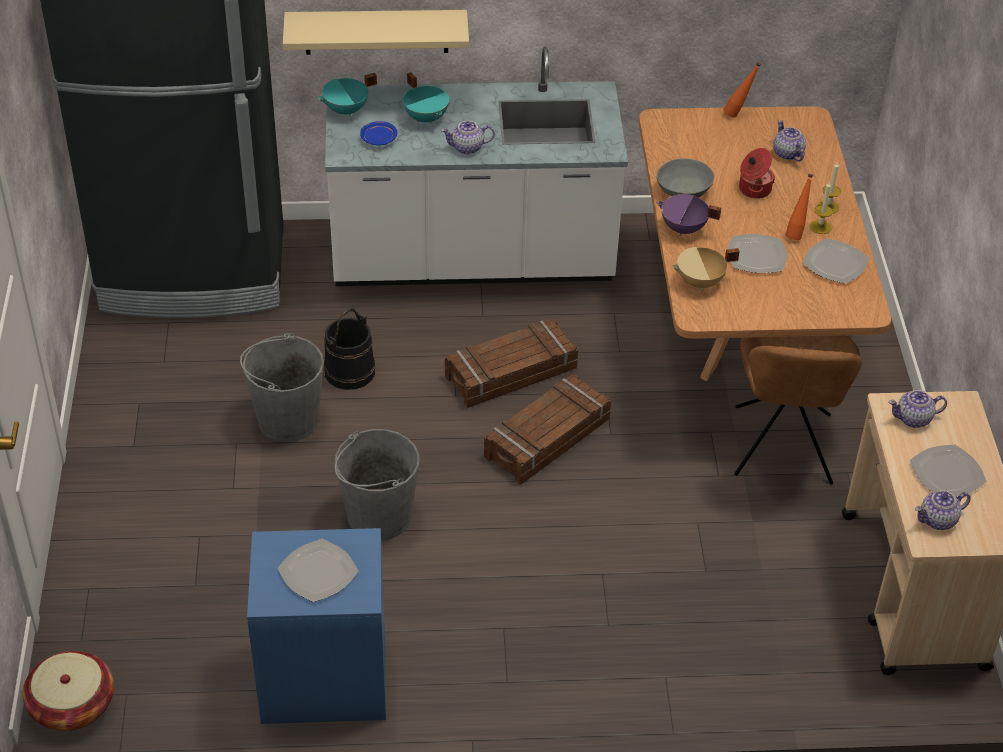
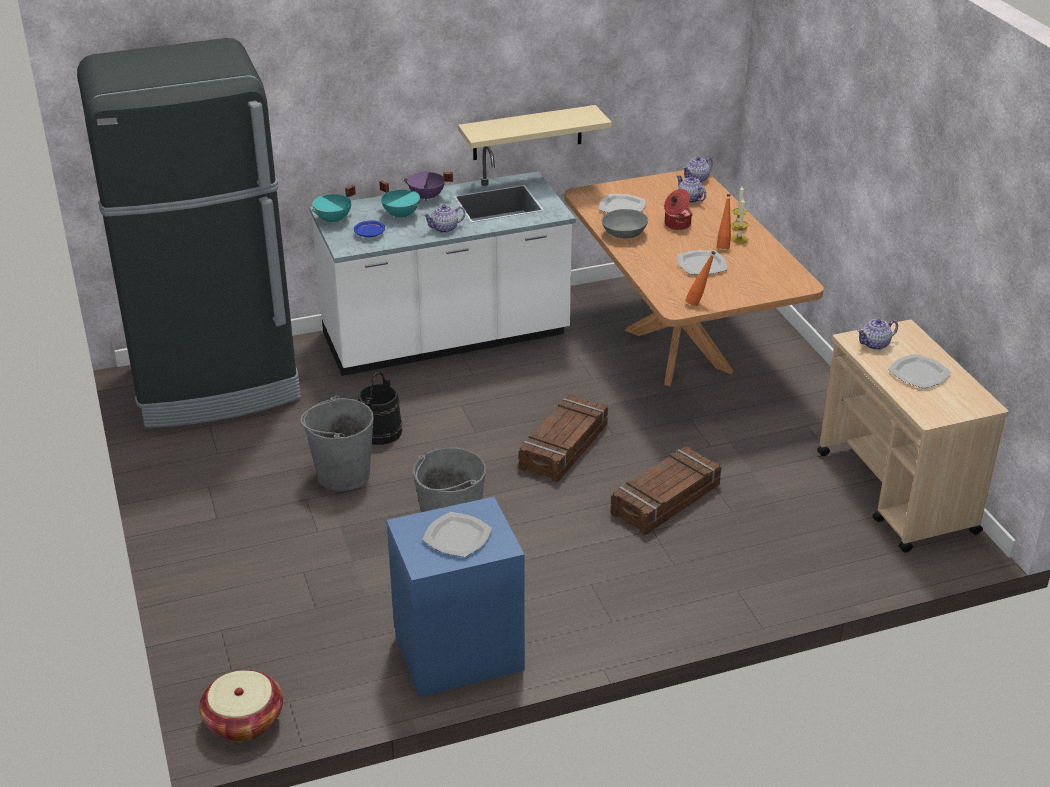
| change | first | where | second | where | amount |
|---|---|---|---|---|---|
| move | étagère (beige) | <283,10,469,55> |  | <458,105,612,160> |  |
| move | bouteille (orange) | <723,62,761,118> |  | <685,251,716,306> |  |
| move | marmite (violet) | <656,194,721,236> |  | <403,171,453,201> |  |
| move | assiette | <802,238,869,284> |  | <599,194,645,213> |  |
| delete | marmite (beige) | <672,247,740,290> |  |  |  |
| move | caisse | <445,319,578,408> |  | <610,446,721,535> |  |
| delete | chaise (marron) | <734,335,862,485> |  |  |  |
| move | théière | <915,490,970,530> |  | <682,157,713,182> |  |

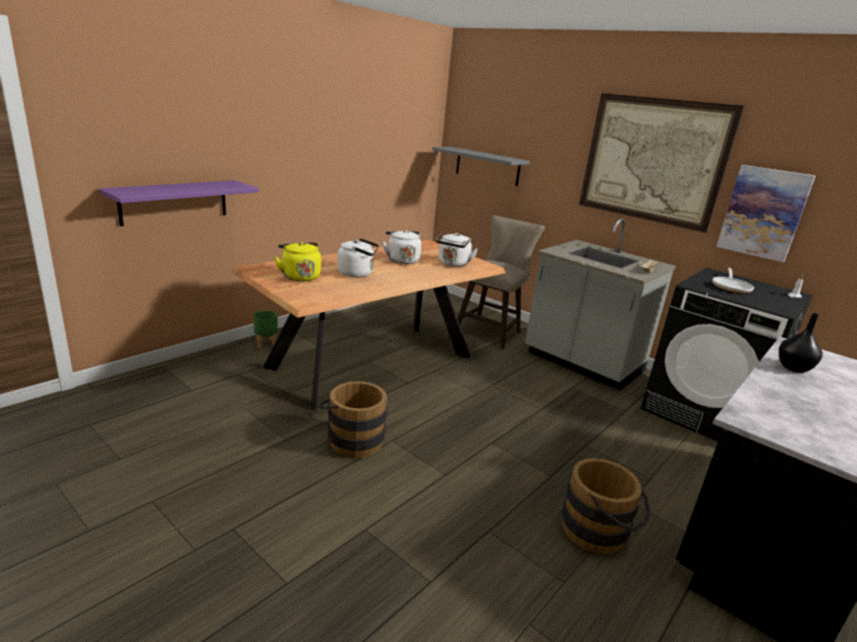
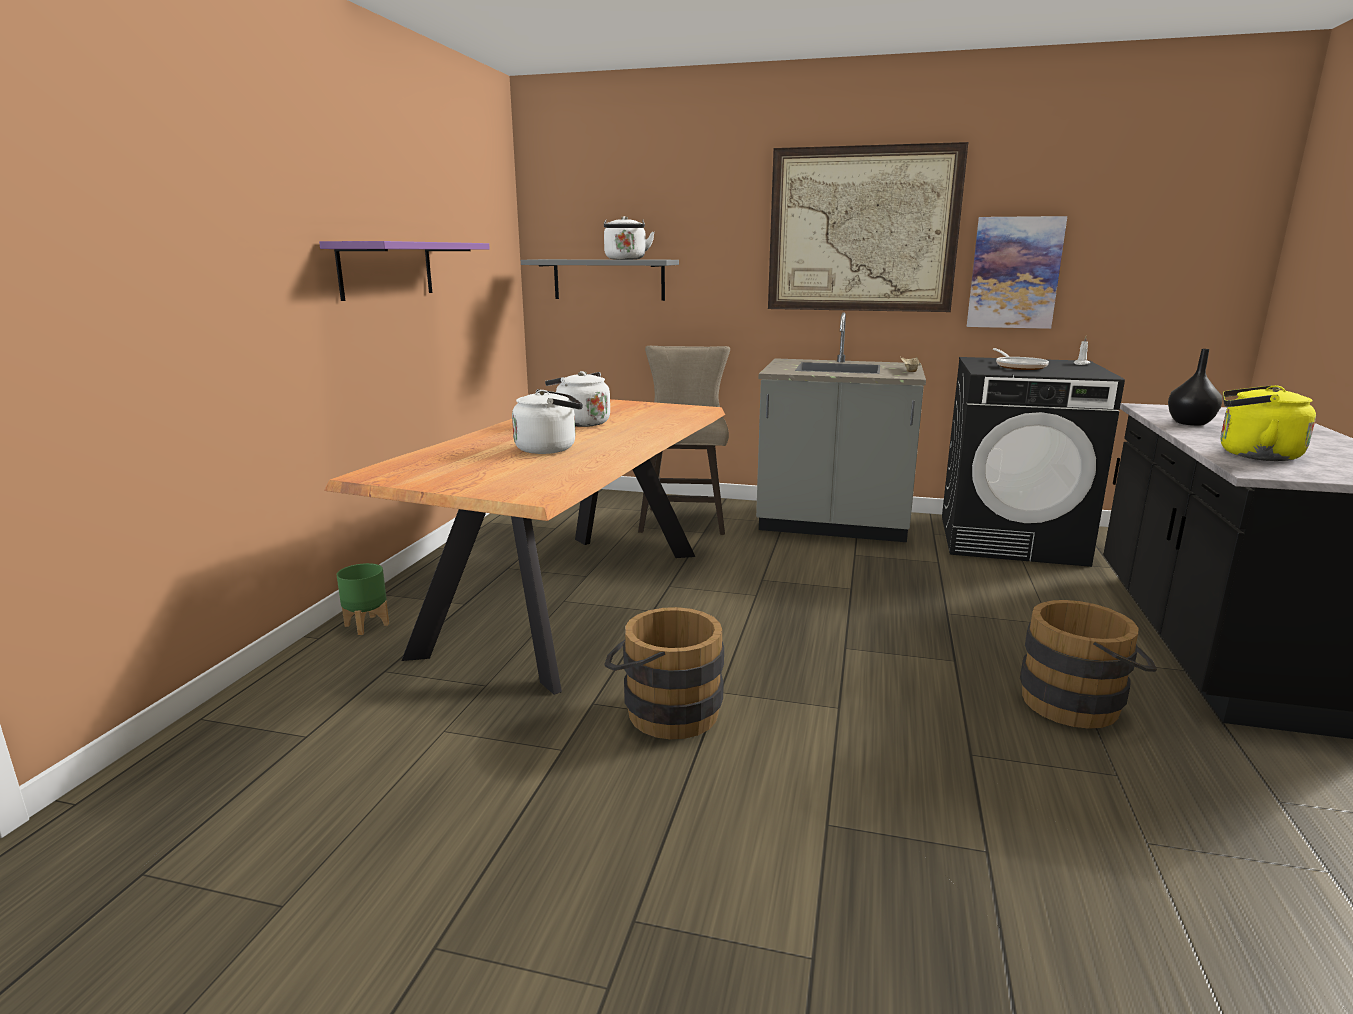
| change | first | where | second | where | amount |
|---|---|---|---|---|---|
| move | étagère (violet) | <99,180,259,226> |  | <319,241,490,301> |  |
| move | bouilloire (blanc) | <436,233,478,267> |  | <604,216,655,259> |  |
| move | bouilloire (jaune) | <275,242,321,282> |  | <1221,385,1316,461> |  |

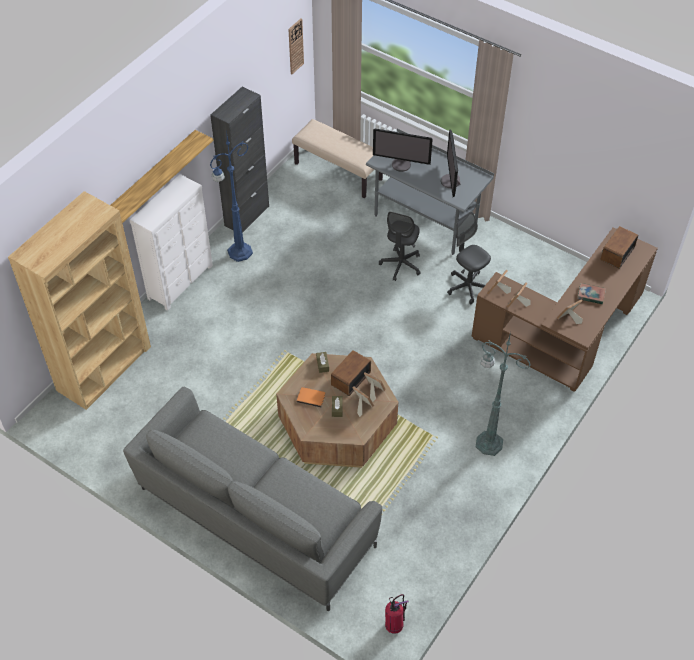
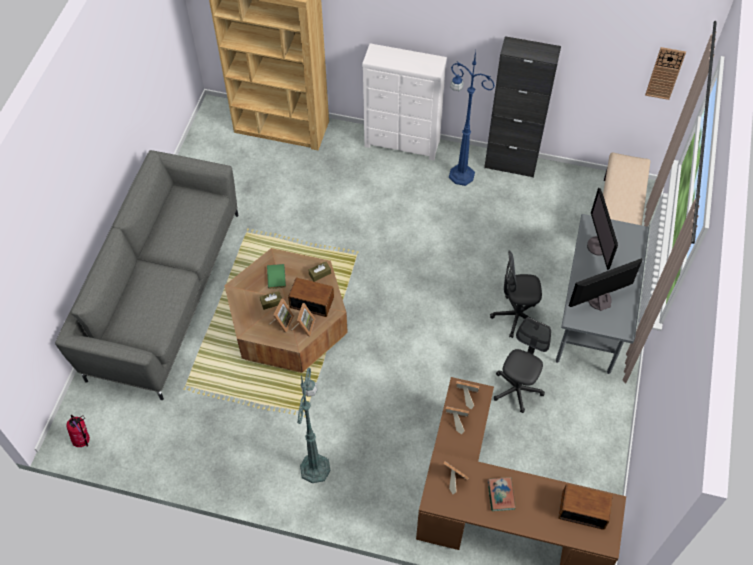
| change | first | where | second | where | amount |
|---|---|---|---|---|---|
| delete | étagère | <111,130,213,223> |  |  |  |
| recolor | livre (orange) | <296,387,325,407> | livre (vert) | <267,264,286,289> |  |

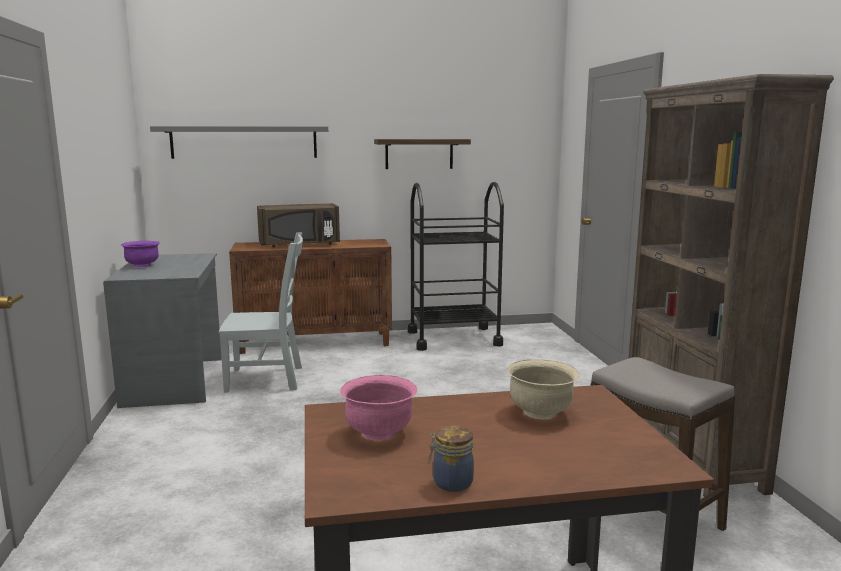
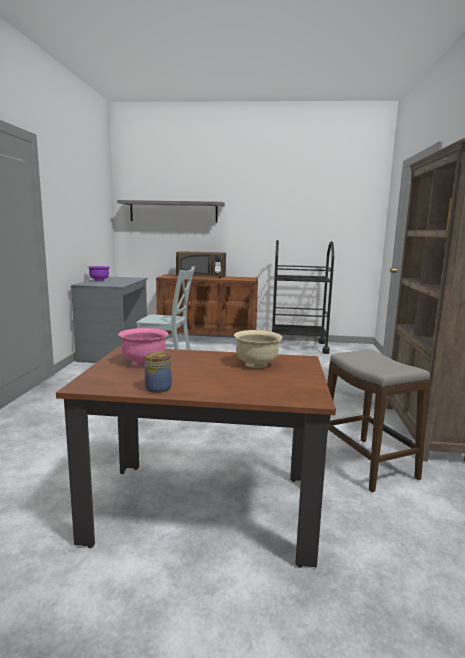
| change | first | where | second | where | amount |
|---|---|---|---|---|---|
| delete | étagère | <374,139,471,169> |  |  |  |

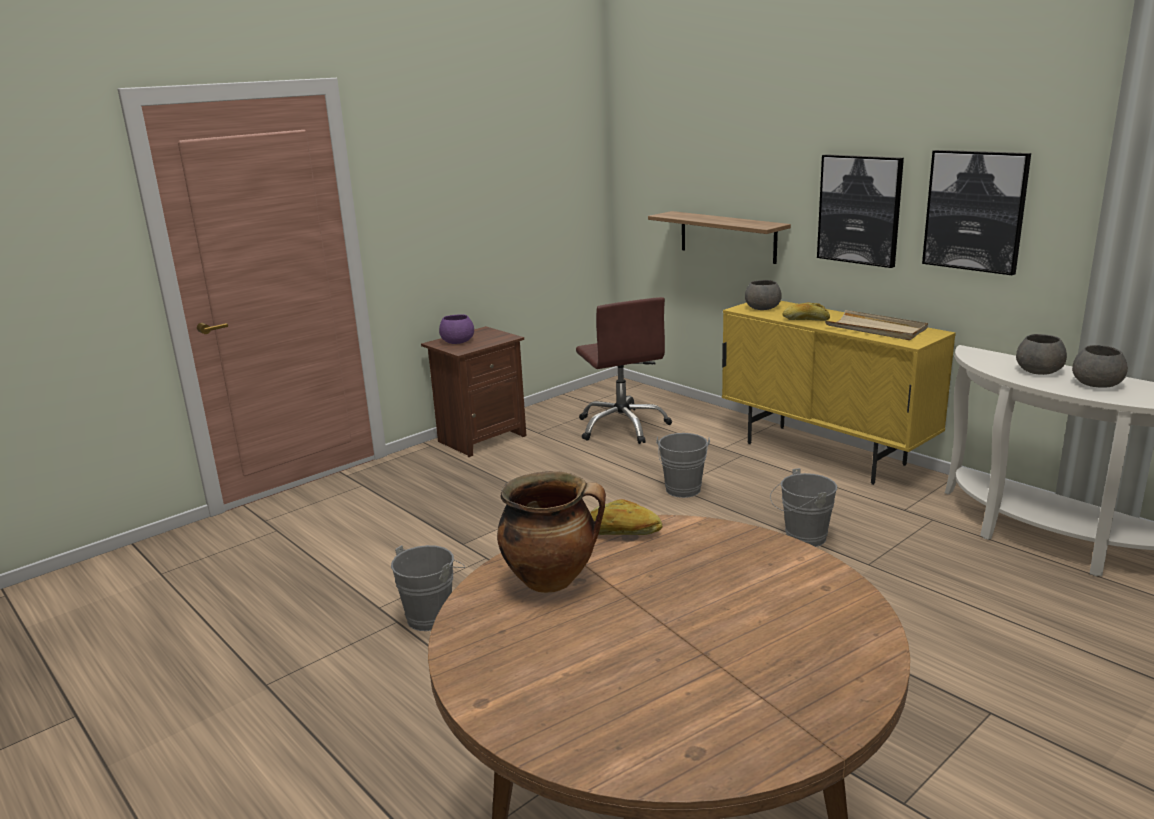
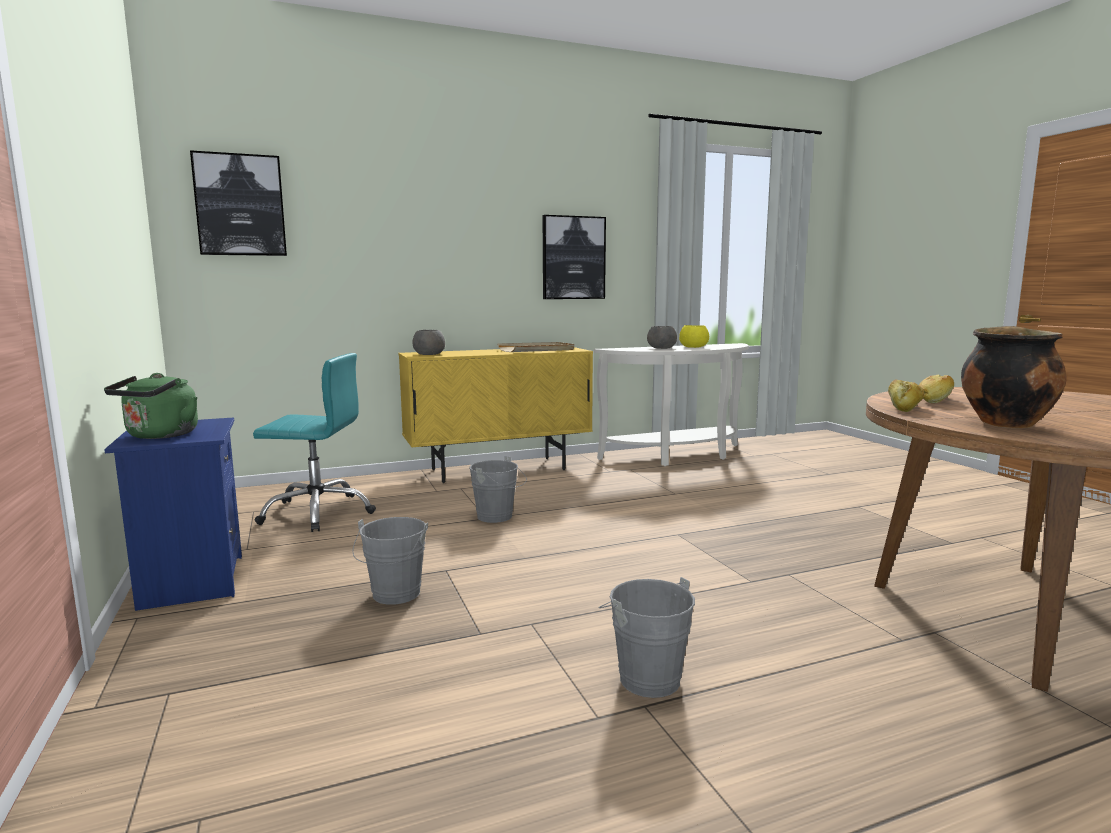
| change | first | where | second | where | amount |
|---|---|---|---|---|---|
| move | tableau | <817,154,904,268> |  | <190,150,287,256> |  |
| delete | étagère | <648,211,791,264> |  |  |  |
| recolor | chaise de bureau (marron) | <576,297,672,444> | chaise de bureau (turquoise) | <253,353,376,532> |  |
| move | pain | <783,303,830,321> |  | <919,375,954,403> |  |
| replace | bol (violet) | <439,314,474,344> | bouilloire (vert) | <104,373,198,439> |  |
| recolor | table de chevet (marron) | <421,326,526,457> | table de chevet (bleu) | <104,417,242,611> |  |
| recolor | bol (gris) | <1072,345,1128,387> | bol (jaune) | <679,325,709,348> |  |
| move | seau (gris) | <770,468,837,547> |  | <352,517,428,605> |  |

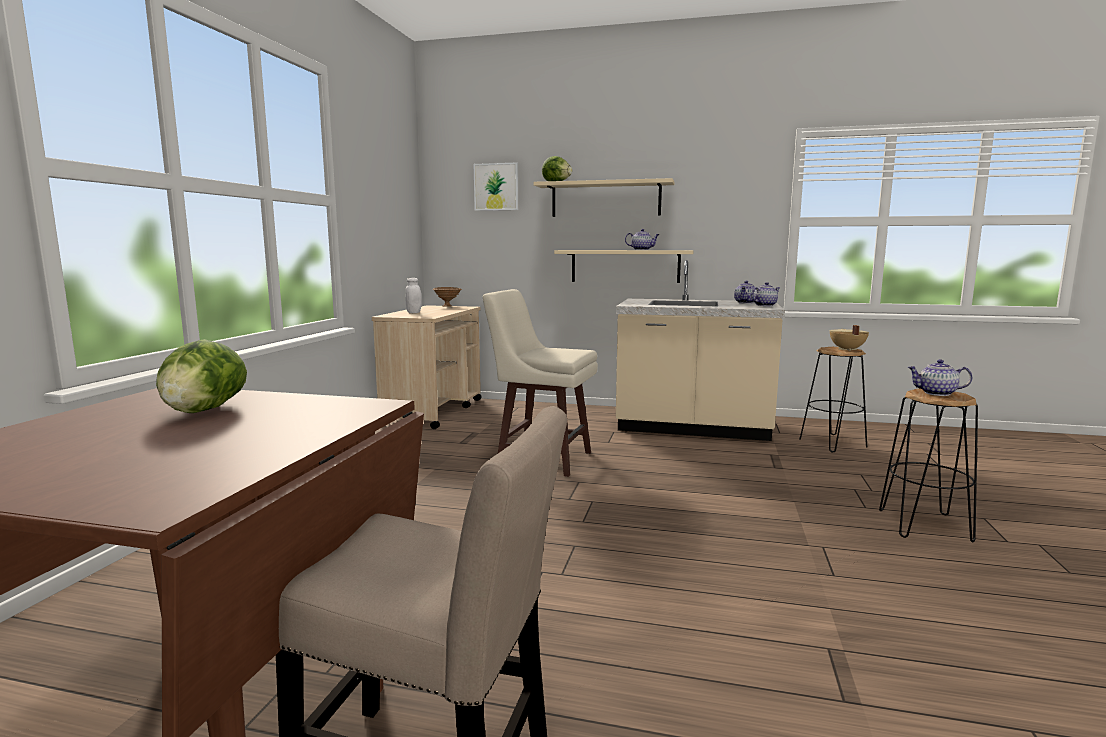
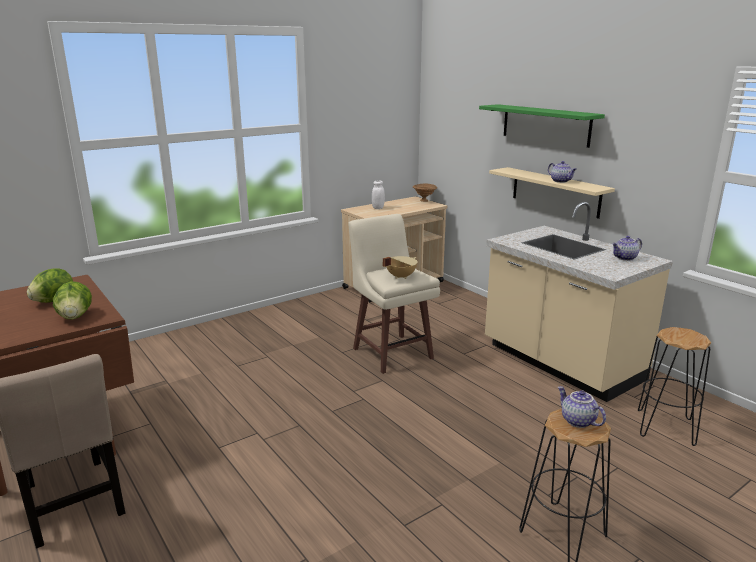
| change | first | where | second | where | amount |
|---|---|---|---|---|---|
| move | laitue | <542,156,572,181> |  | <53,281,92,320> |  |
| delete | tableau | <473,162,518,211> |  |  |  |
| recolor | étagère (beige) | <534,178,674,217> | étagère (vert) | <479,104,605,148> |  |
| delete | théière | <751,282,780,306> |  |  |  |
| move | marmite (beige) | <830,325,869,351> |  | <383,256,418,279> |  |

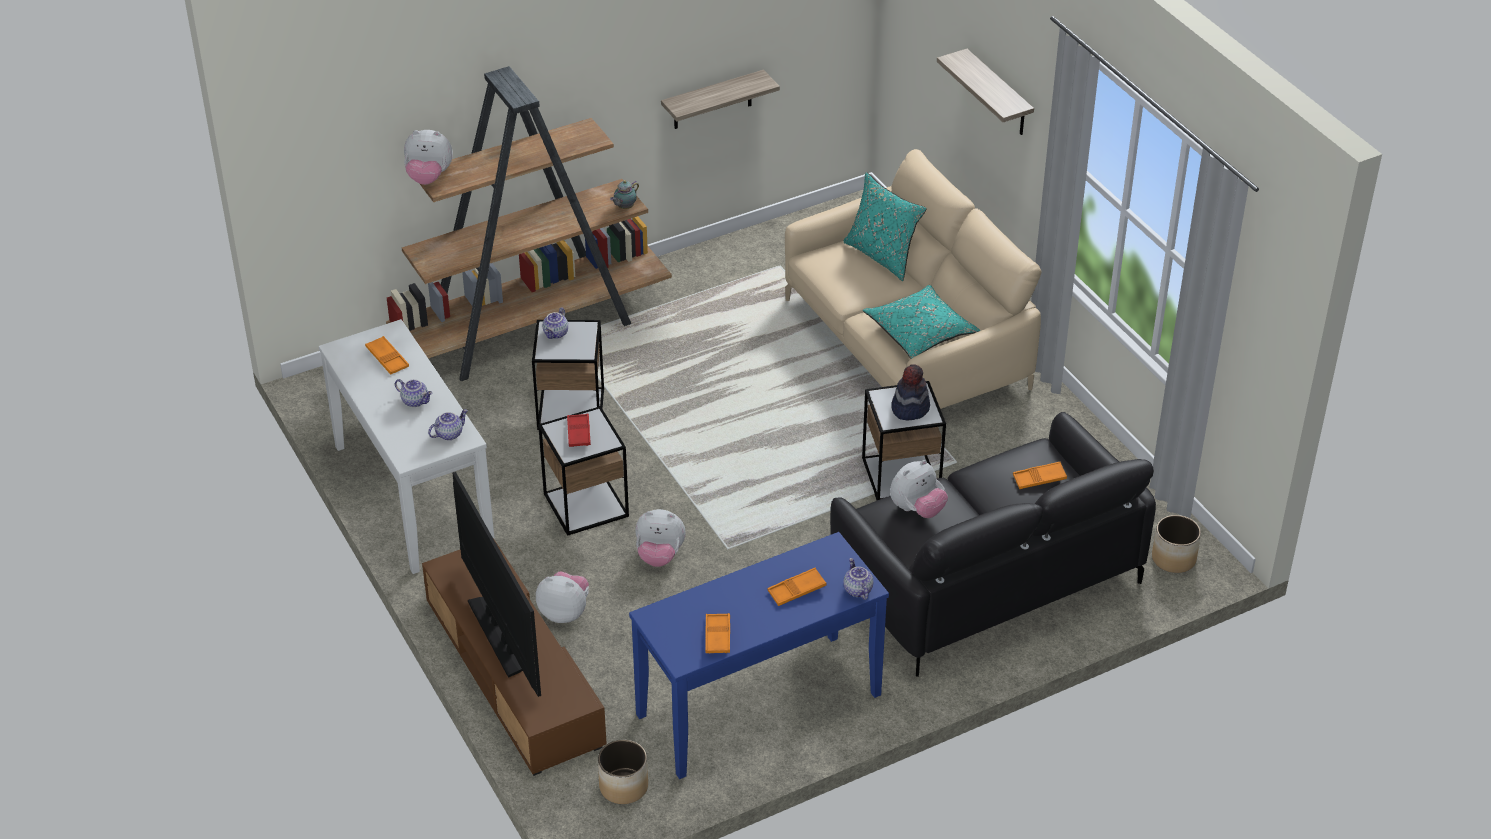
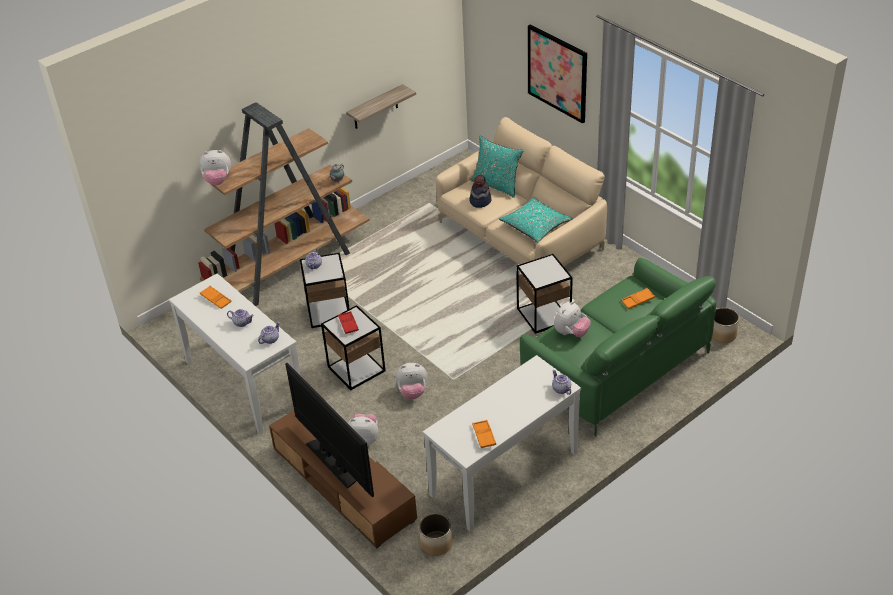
| change | first | where | second | where | amount |
|---|---|---|---|---|---|
| replace | étagère | <937,49,1034,135> | tableau | <528,24,587,124> |  |
| move | chapeau | <891,365,930,421> |  | <469,175,491,208> |  |
| recolor | canapé (noir) | <830,412,1156,677> | canapé (vert) | <520,258,716,436> |  |
| recolor | table console (bleu) | <629,532,889,779> | table console (blanc) | <423,355,581,531> |  |
| delete | plateau (orange) | <768,568,826,606> |  |  |  |

